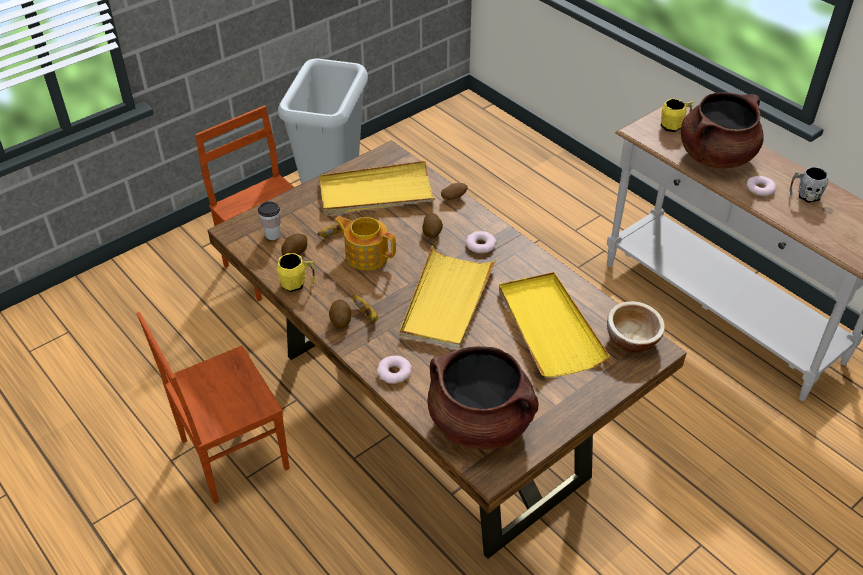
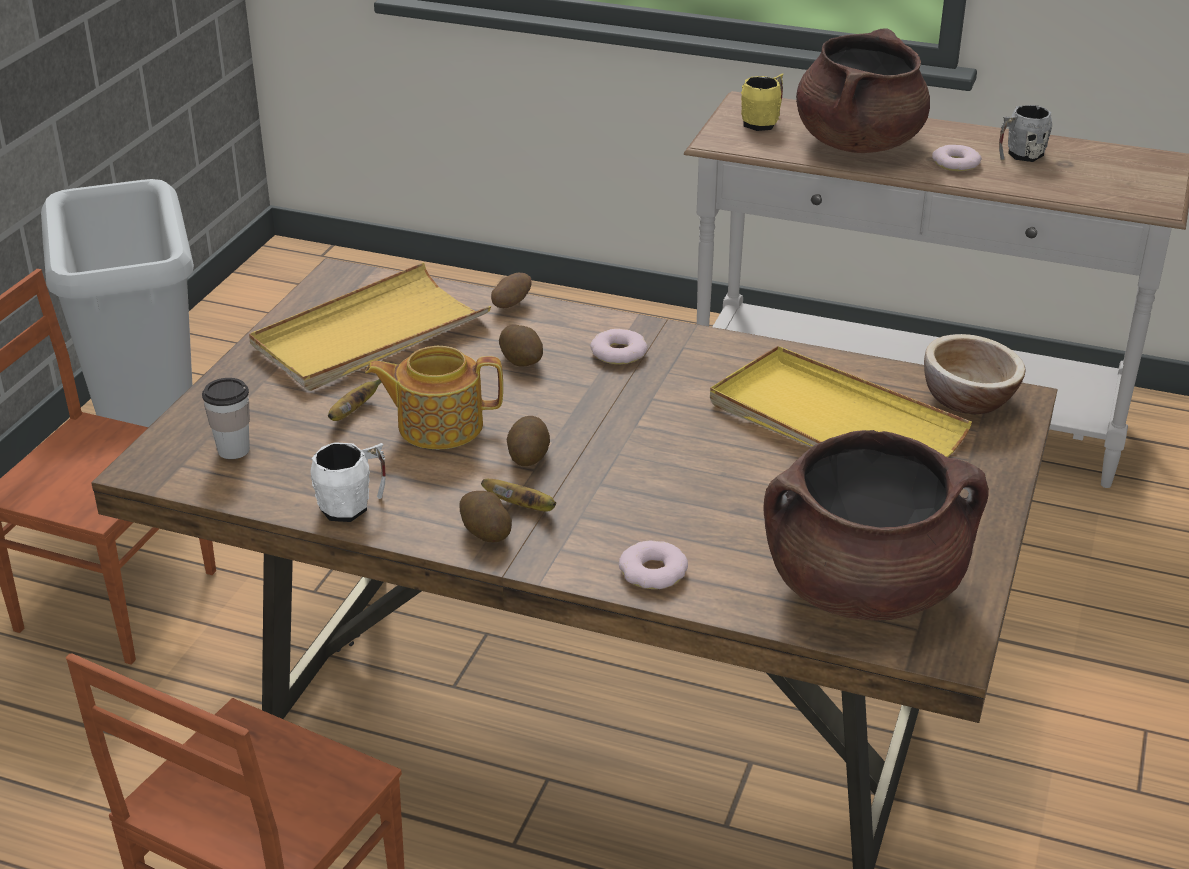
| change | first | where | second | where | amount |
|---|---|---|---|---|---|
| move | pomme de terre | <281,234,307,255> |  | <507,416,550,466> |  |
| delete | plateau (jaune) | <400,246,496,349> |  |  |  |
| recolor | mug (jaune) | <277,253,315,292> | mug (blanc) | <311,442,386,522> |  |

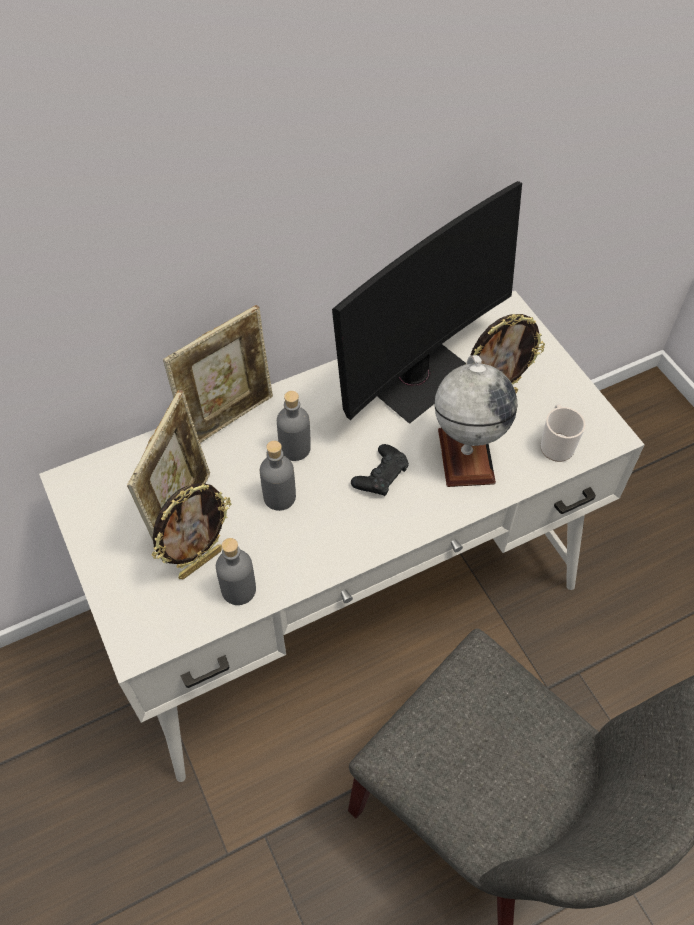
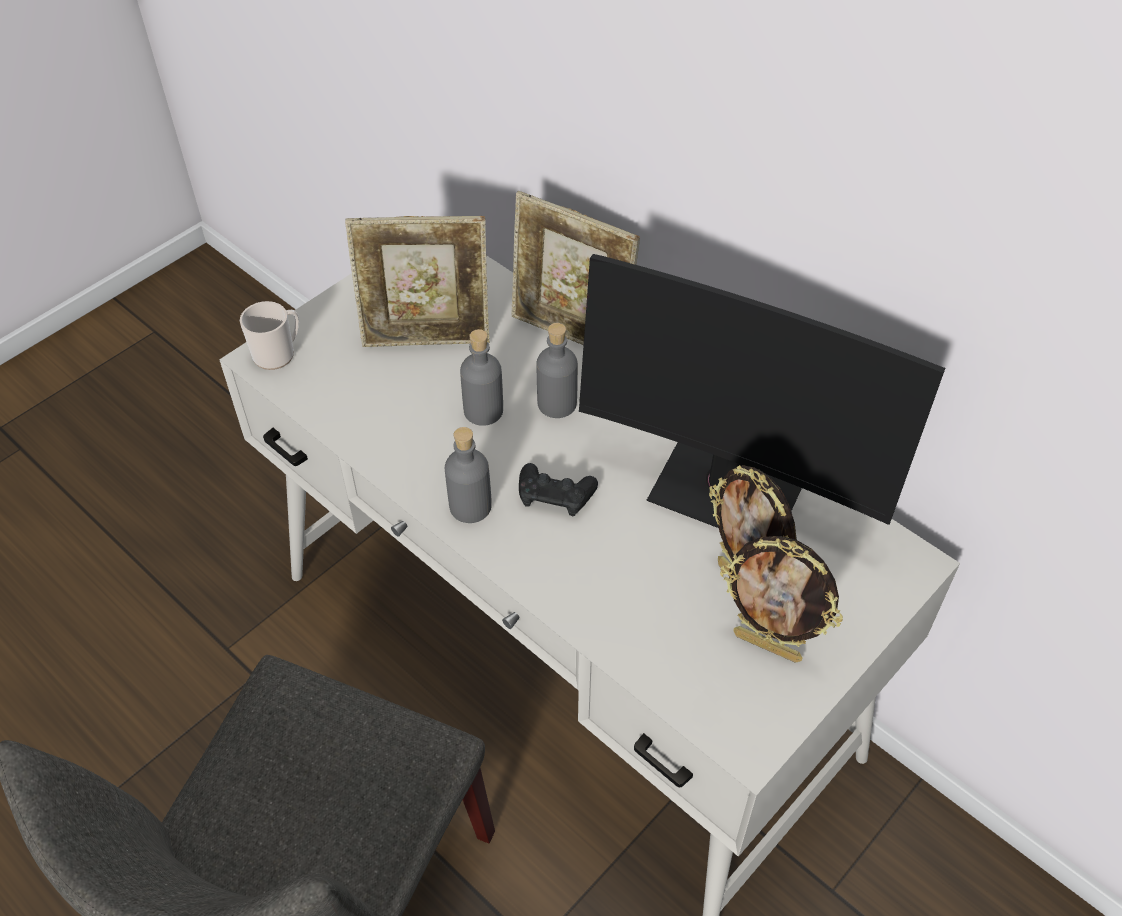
| change | first | where | second | where | amount |
|---|---|---|---|---|---|
| delete | globe | <434,355,517,487> |  |  |  |
| move | mug | <540,404,586,462> |  | <240,301,299,370> |  |
| move | cadre photo | <152,483,231,579> |  | <720,536,843,663> |  |
| move | bouteille (gris) | <216,538,256,605> |  | <445,427,492,523> |  |

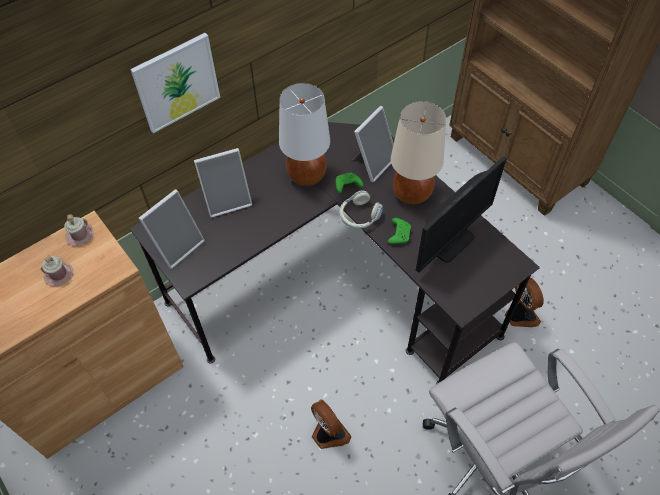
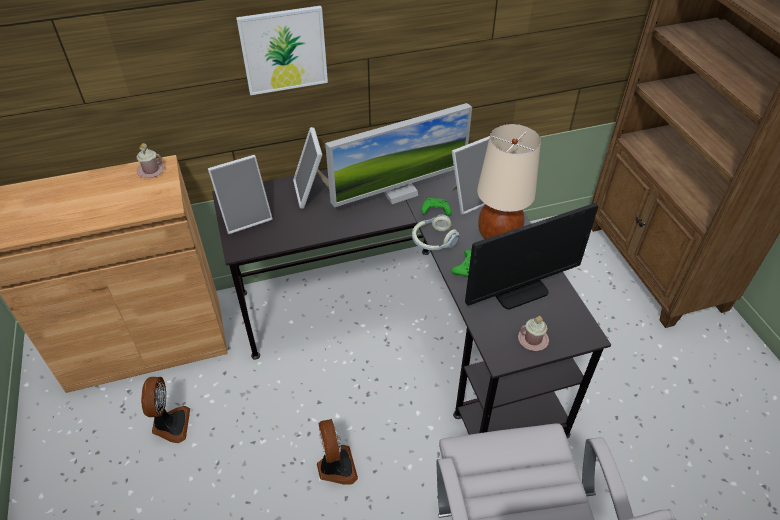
| change | first | where | second | where | amount |
|---|---|---|---|---|---|
| replace | lampe de table (blanc) | <279,83,330,186> | écran d'ordinateur | <325,103,472,207> |  |
| rotate | cadre photo | <194,148,252,218> |  | <293,127,329,209> | 75 degrees clockwise |
| move | mug (rose) | <41,255,73,286> |  | <518,316,549,351> |  |
| move | ventilateur | <505,277,544,327> |  | <141,377,190,443> |  |

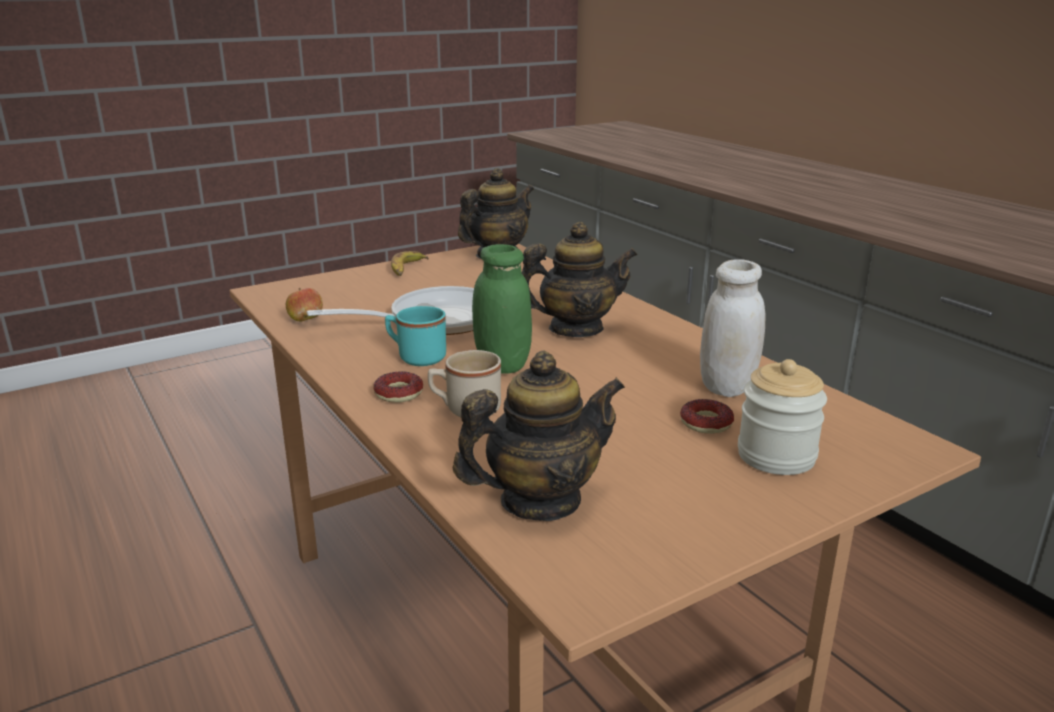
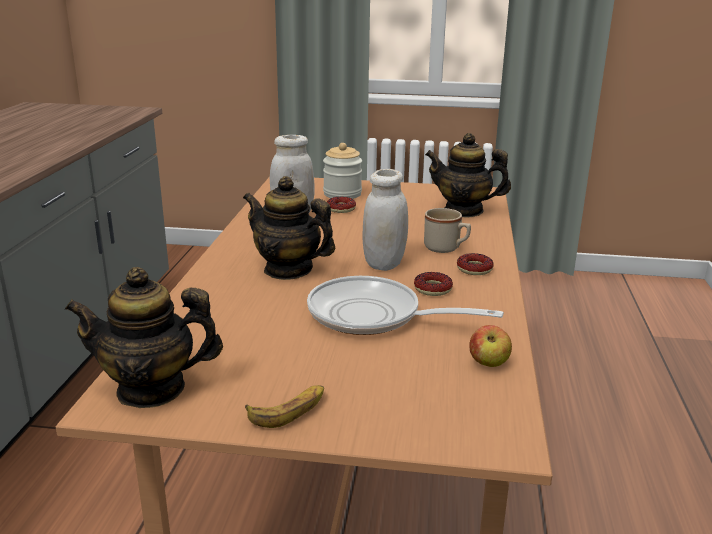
| change | first | where | second | where | amount |
|---|---|---|---|---|---|
| recolor | bocal (vert) | <472,244,532,374> | bocal (blanc) | <363,169,408,271> |  |
| replace | mug (turquoise) | <385,306,446,366> | beignet | <414,272,453,296> |  |

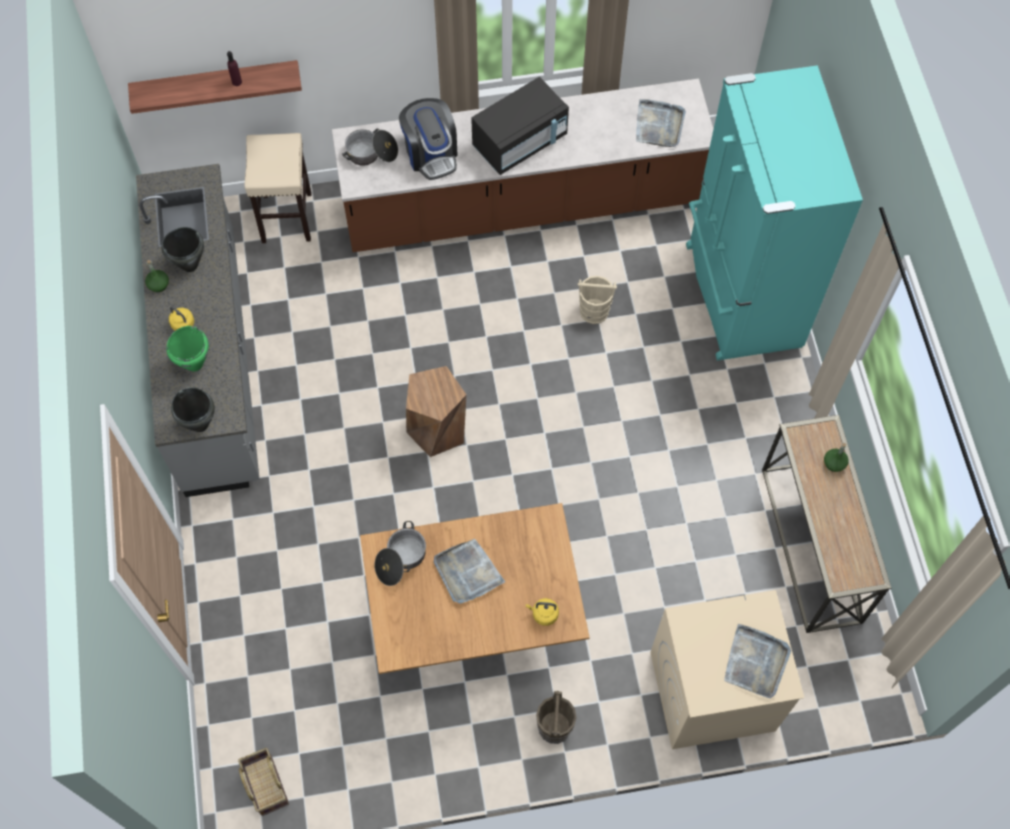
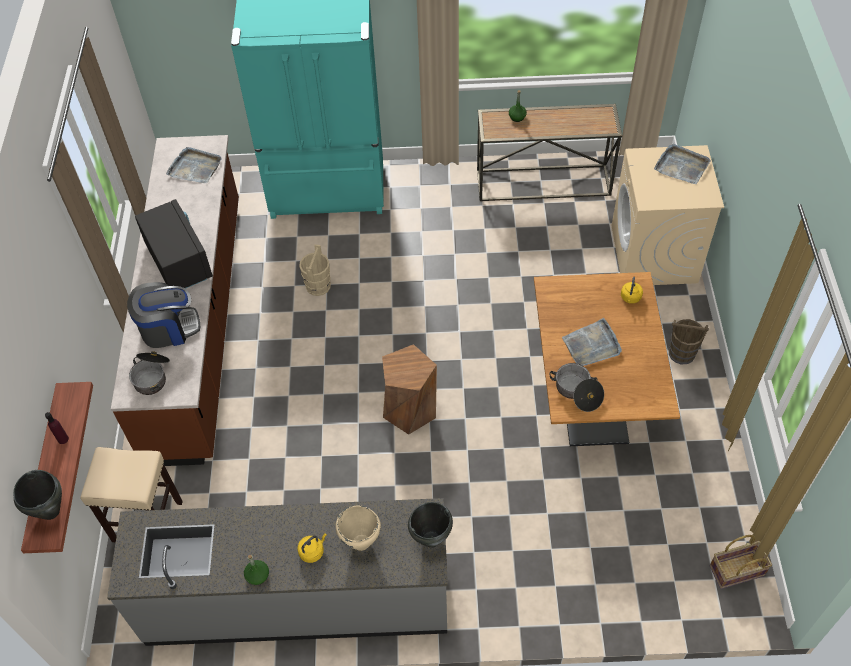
| change | first | where | second | where | amount |
|---|---|---|---|---|---|
| move | marmite (noir) | <162,227,204,272> |  | <13,470,62,520> |  |
| recolor | marmite (vert) | <166,326,209,372> | marmite (beige) | <336,506,381,551> |  |

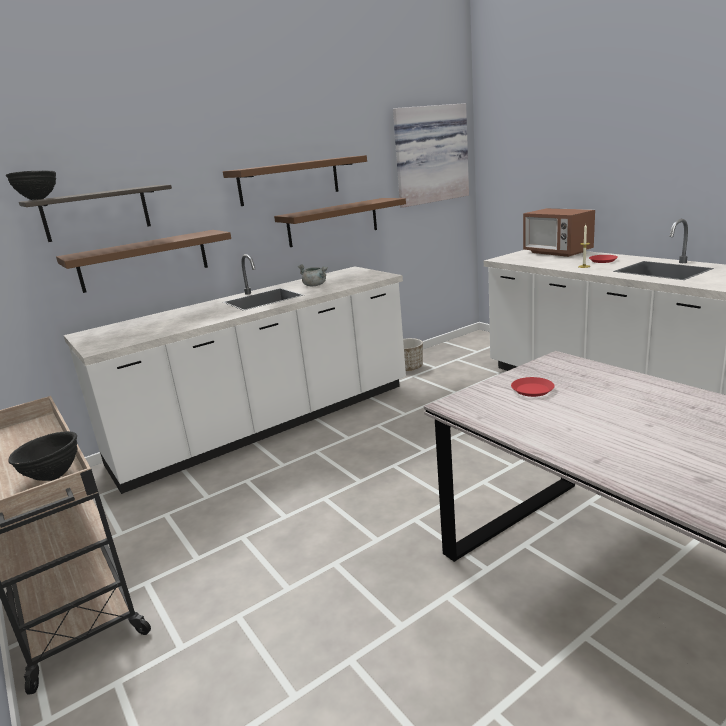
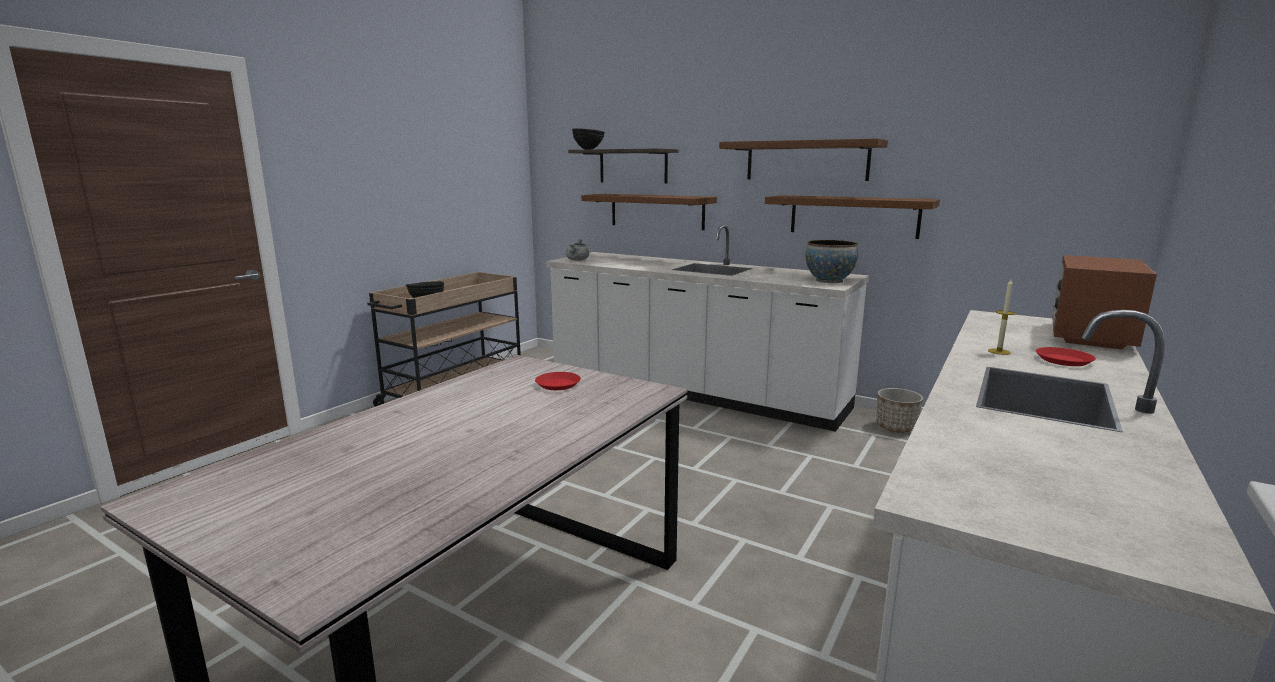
| change | first | where | second | where | amount |
|---|---|---|---|---|---|
| delete | tableau | <393,103,469,208> |  |  |  |
| move | marmite (gris) | <298,264,328,286> |  | <566,239,589,261> |  |
| insert |  |  | bol | <806,240,858,283> |  |

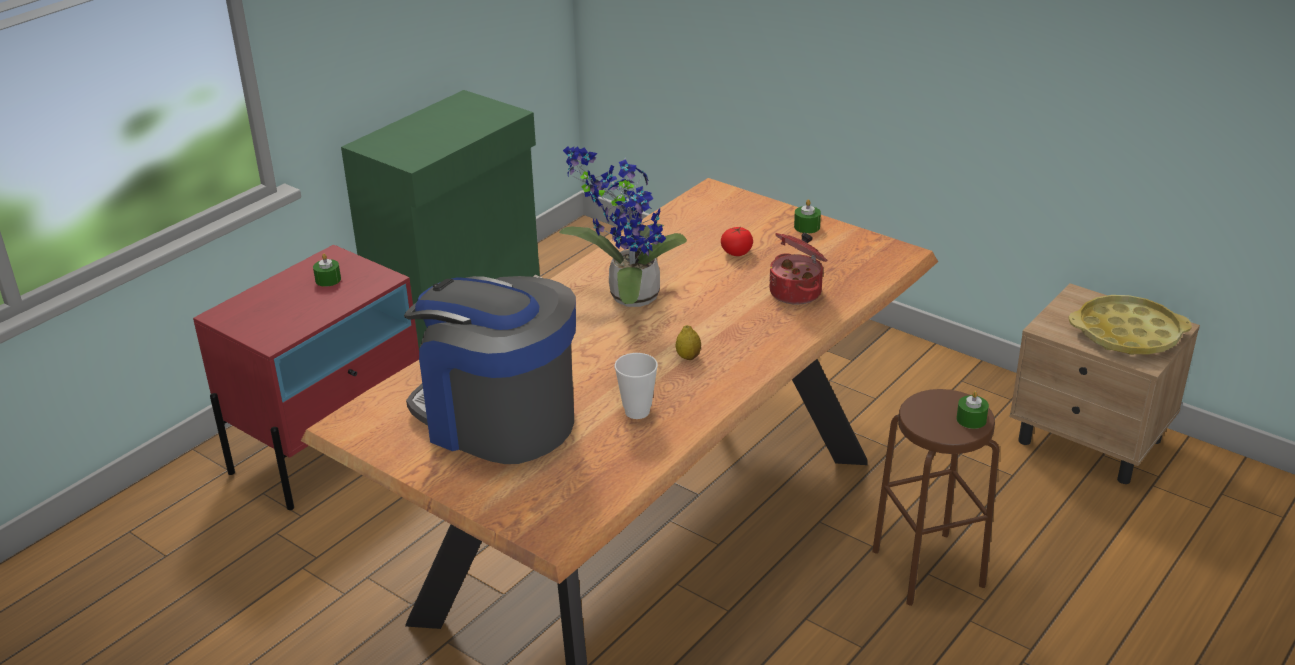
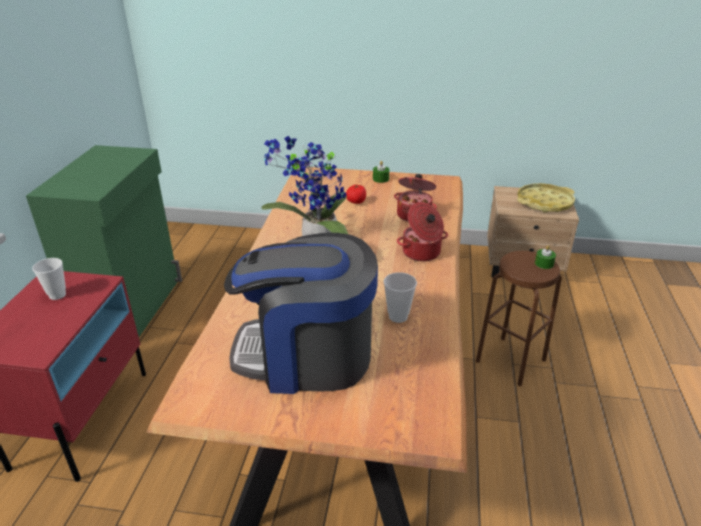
| change | first | where | second | where | amount |
|---|---|---|---|---|---|
| replace | bougie (vert) | <313,254,341,287> | tasse | <32,258,66,300> |  |
| delete | citron | <676,325,701,360> |  |  |  |
| insert |  |  | marmite | <397,202,448,261> |  |

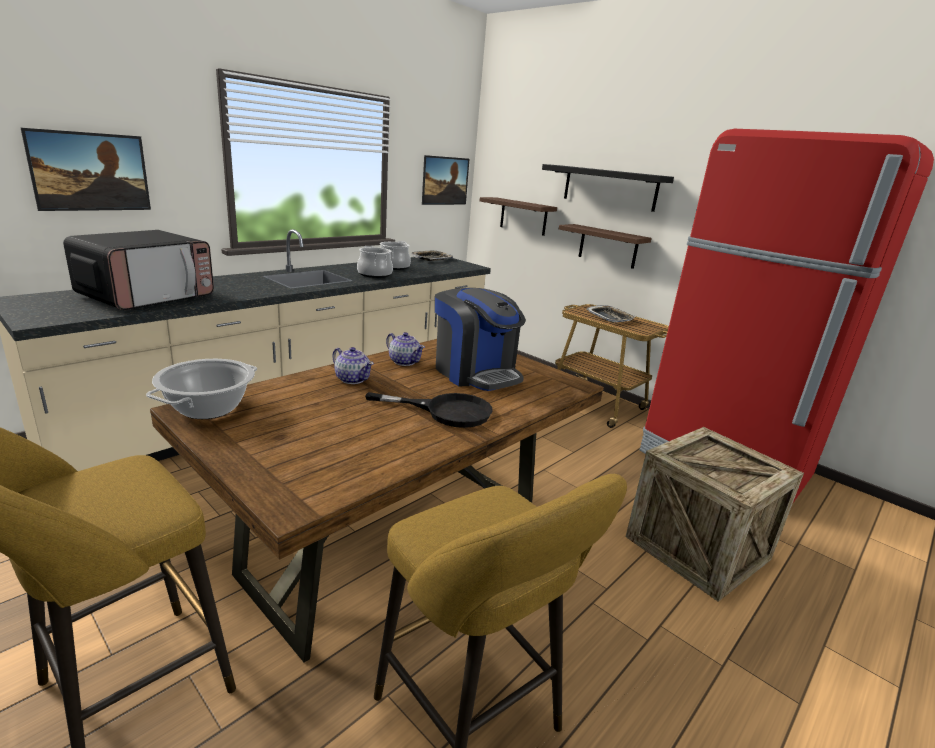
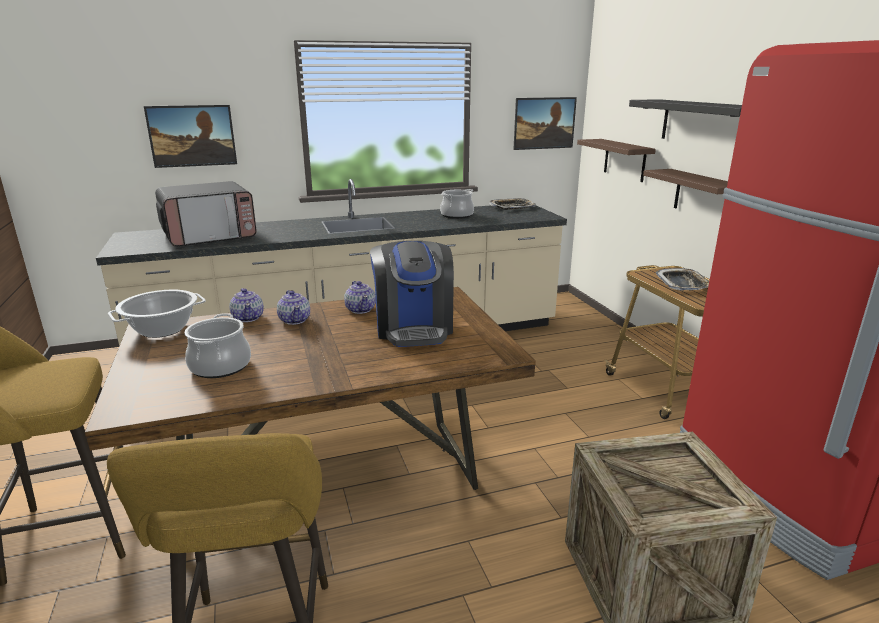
| change | first | where | second | where | amount |
|---|---|---|---|---|---|
| move | marmite | <357,246,393,278> |  | <185,313,251,378> |  |
| delete | poêle (noir) | <365,392,493,428> |  |  |  |
| insert |  |  | théière | <229,288,264,322> |  |

